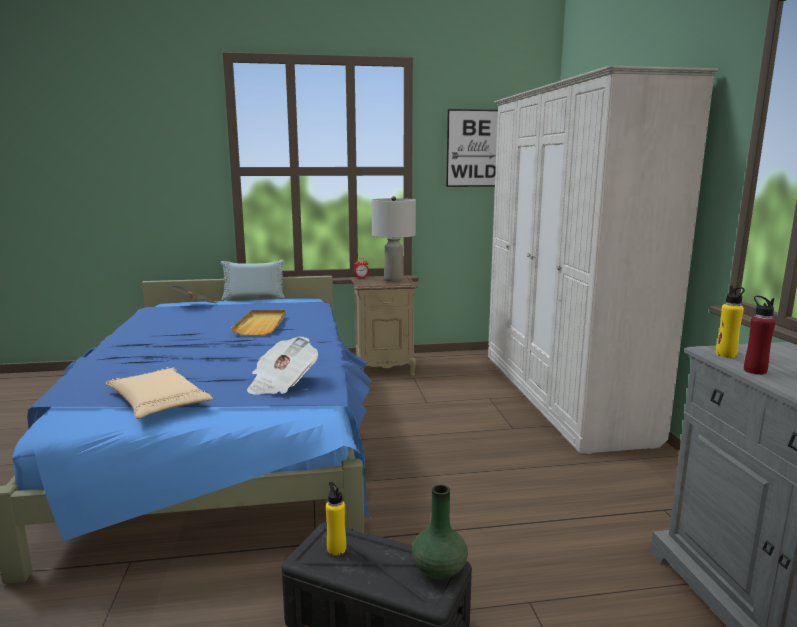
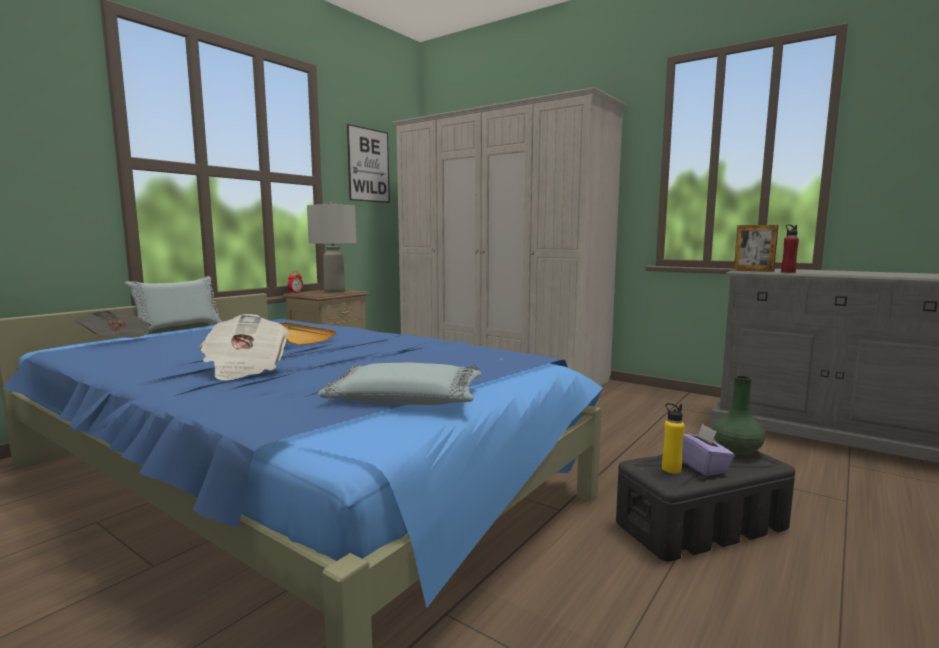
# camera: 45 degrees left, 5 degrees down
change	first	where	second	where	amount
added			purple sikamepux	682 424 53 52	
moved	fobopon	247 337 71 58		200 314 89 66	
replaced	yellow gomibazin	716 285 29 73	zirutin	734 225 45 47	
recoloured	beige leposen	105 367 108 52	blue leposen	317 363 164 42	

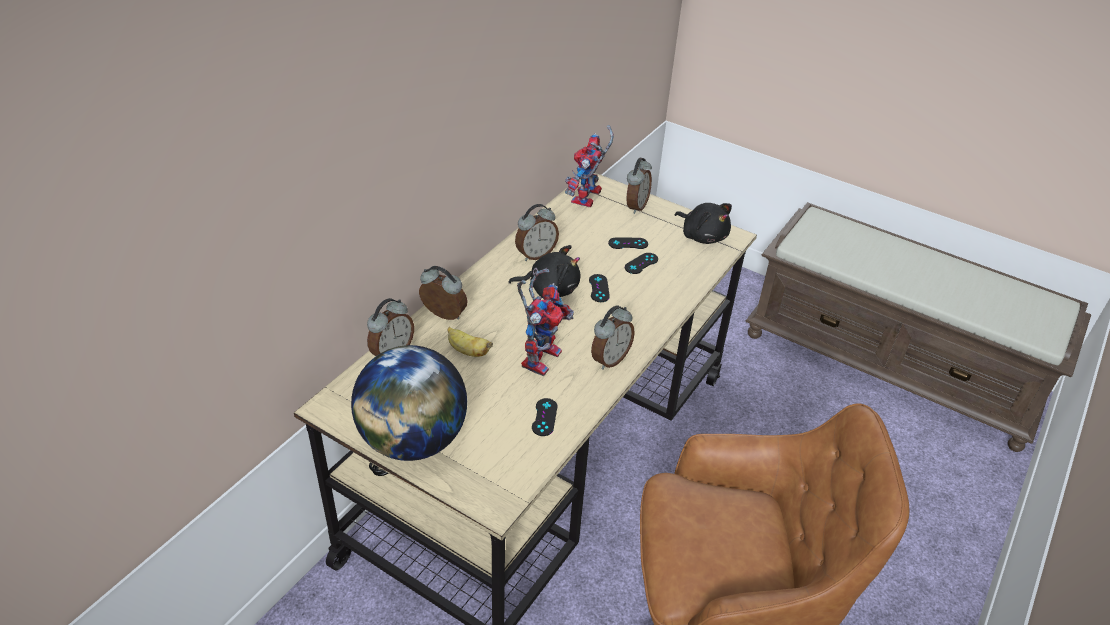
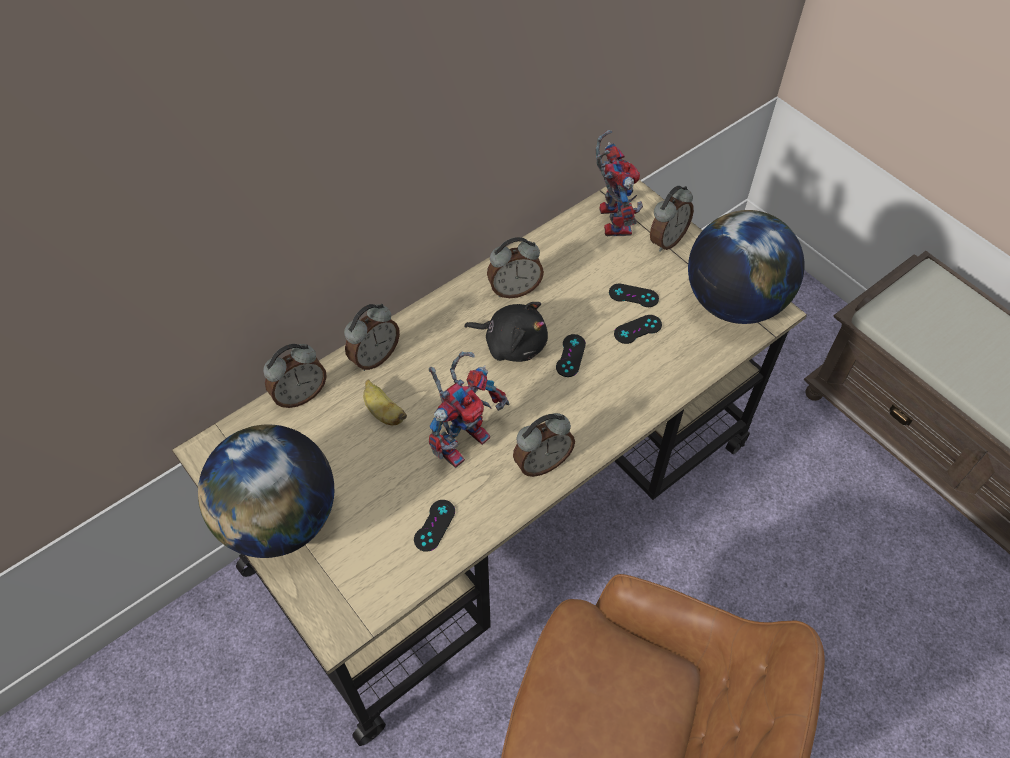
# camera: 20 degrees right, 15 degrees up
change	first	where	second	where	amount
replaced	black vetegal	675 203 57 41	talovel	688 210 116 114	
turned	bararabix	419 266 49 54		344 304 56 67	90 degrees clockwise
turned	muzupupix	565 126 49 81		596 130 47 106	135 degrees clockwise

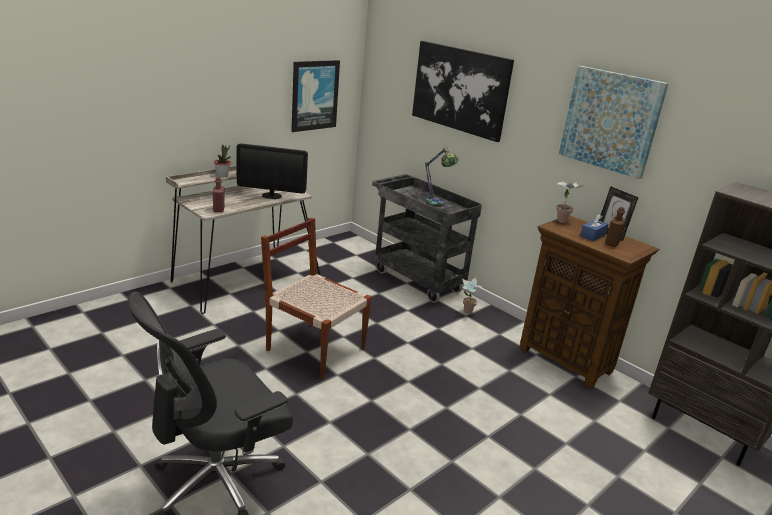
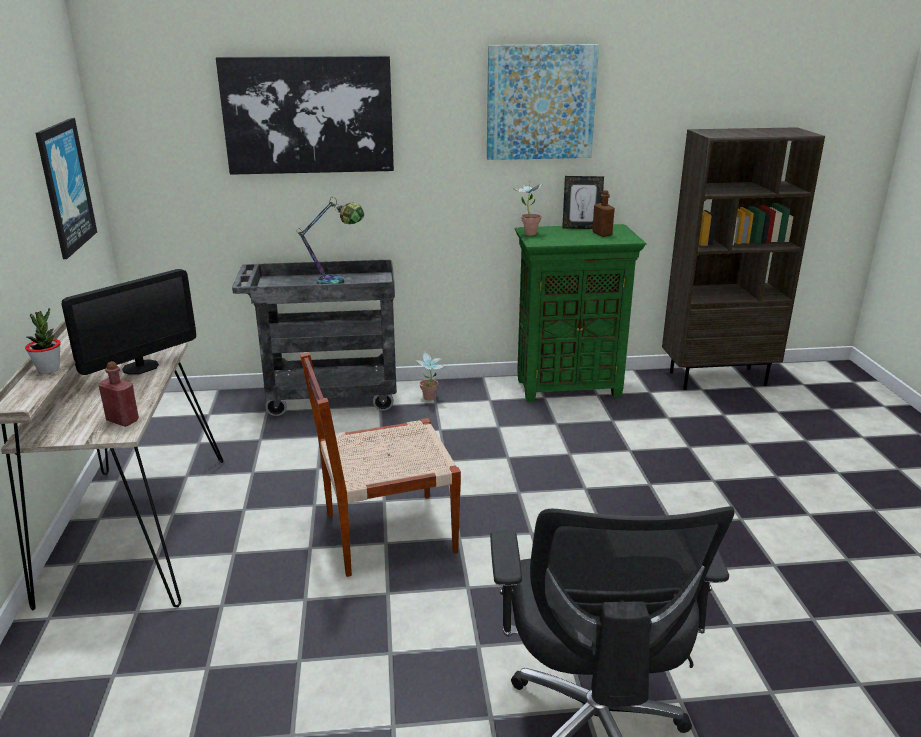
# camera: 50 degrees left, 0 degrees up
change	first	where	second	where	amount
removed	blue sikamepux	580 214 29 27			
recoloured	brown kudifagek	520 216 139 173	green kudifagek	514 224 133 178	

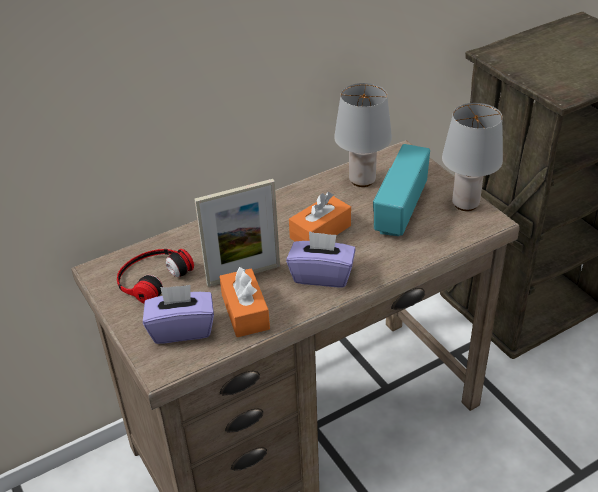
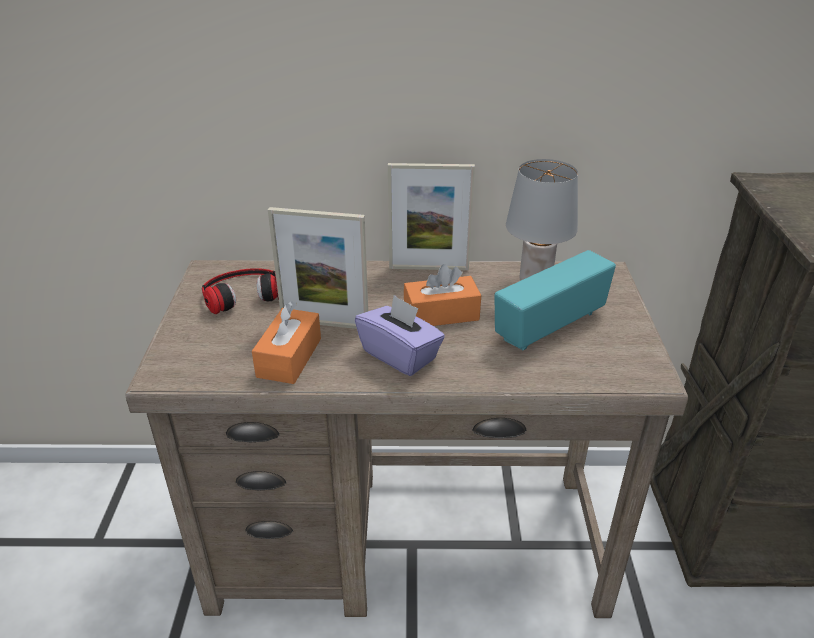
# camera: 30 degrees right, 5 degrees down
change	first	where	second	where	amount
removed	purple sikamepux	143 285 71 59			
removed	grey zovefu	442 103 61 108			
added			zirutin	388 163 87 107	

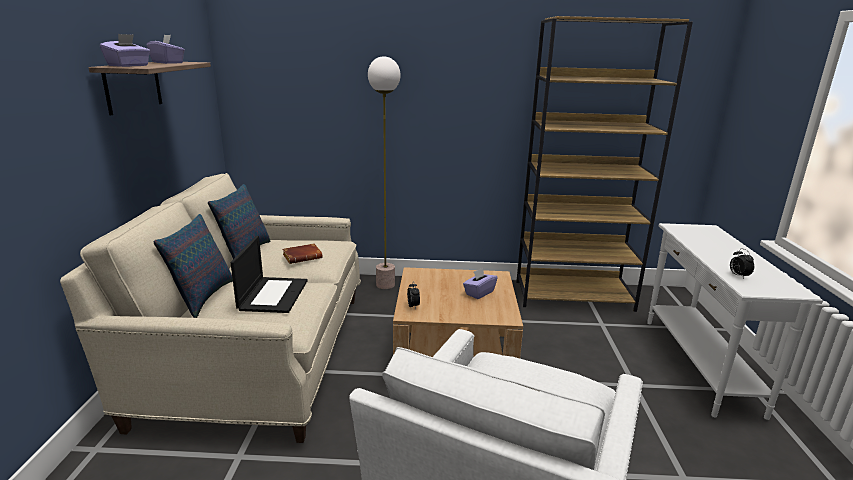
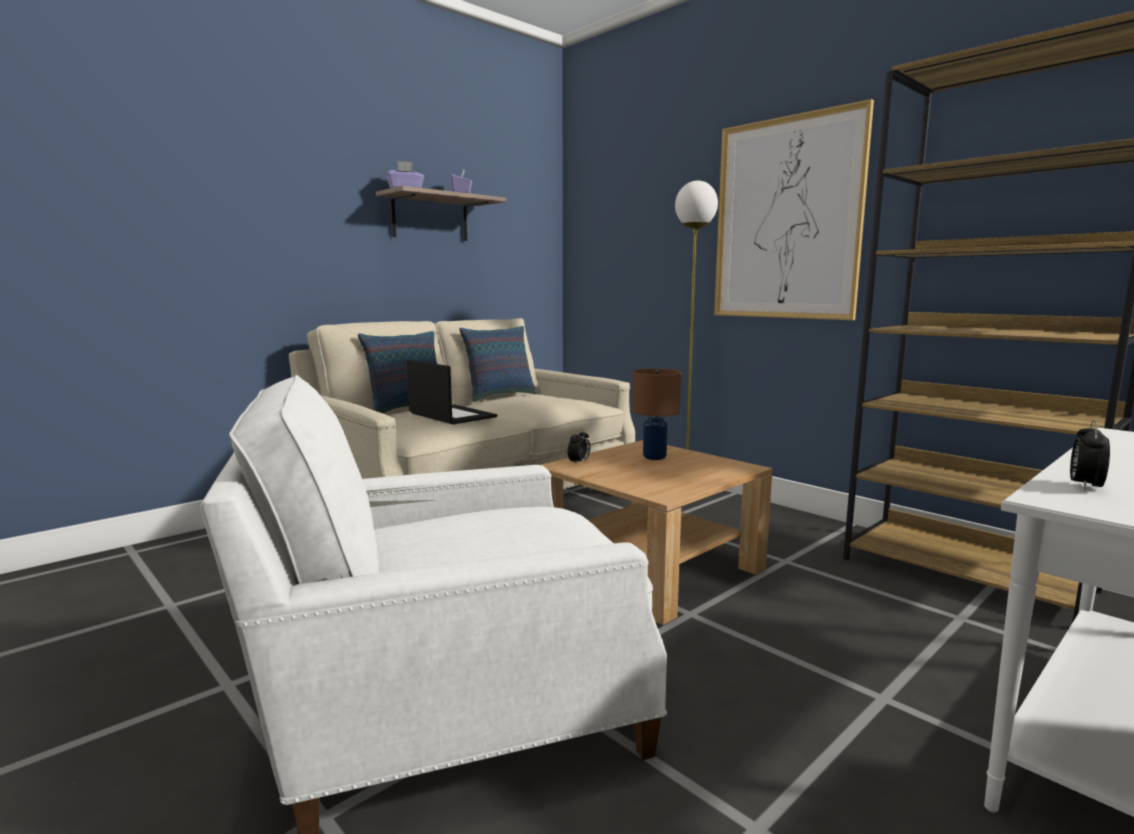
# camera: 45 degrees right, 10 degrees down
change	first	where	second	where	amount
removed	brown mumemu	283 244 39 20			
removed	purple sikamepux	463 268 35 31			
added			brown zovefu	632 369 49 91	
added			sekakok	714 99 160 221	
turned	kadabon	231 236 77 77		407 360 90 65	90 degrees counterclockwise

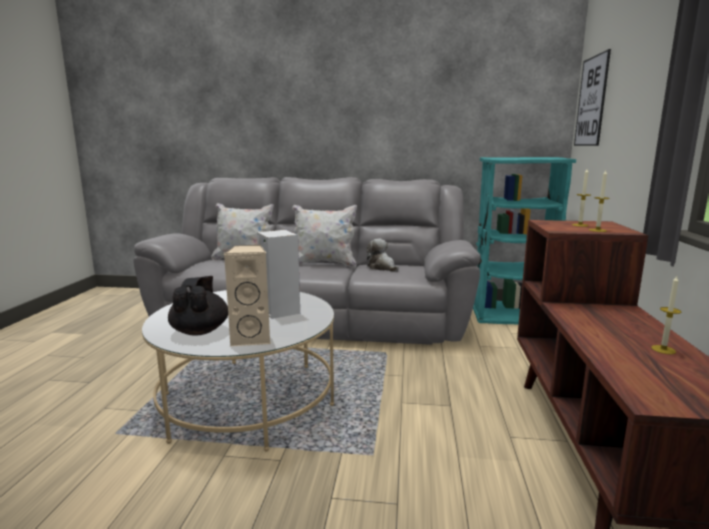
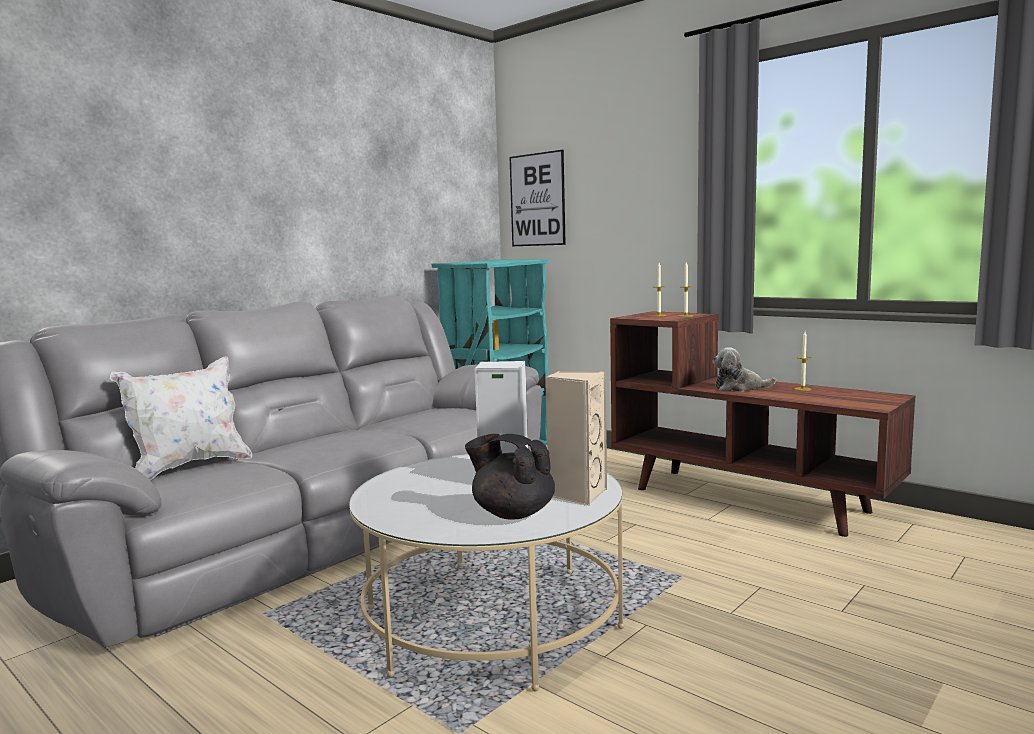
# camera: 55 degrees left, 5 degrees down
change	first	where	second	where	amount
removed	white leposen	292 205 65 62			
moved	vetegal	367 239 32 33		712 347 64 44	

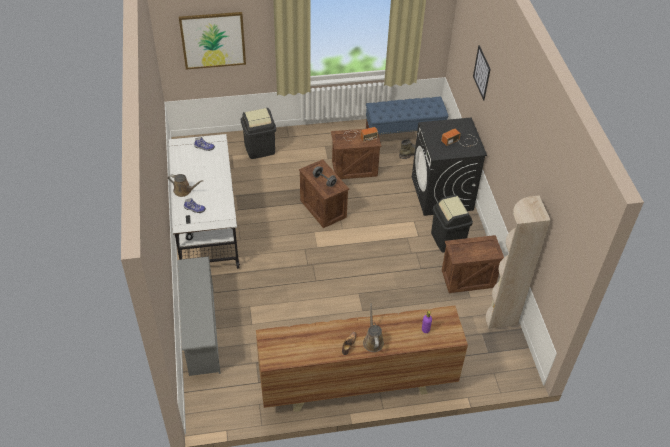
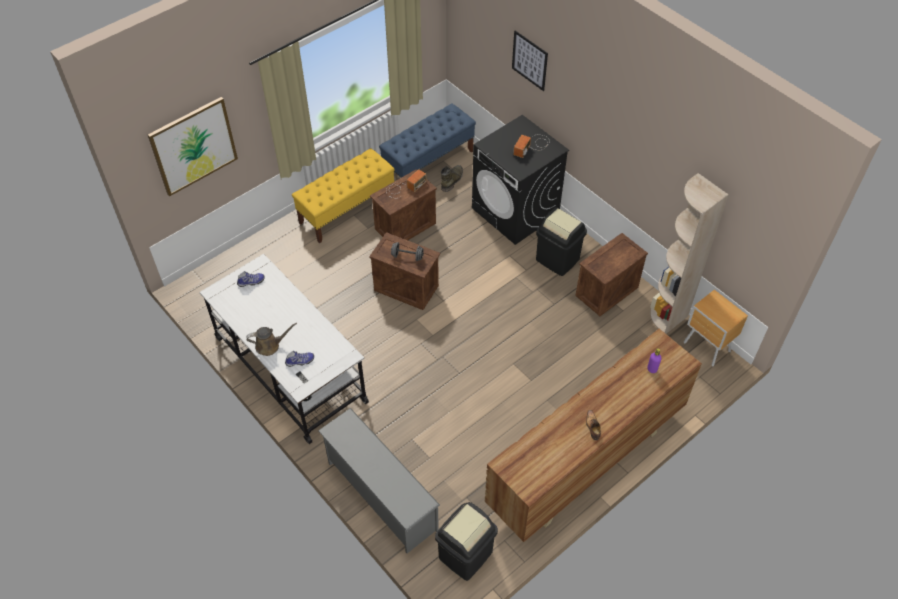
# camera: 30 degrees left, 5 degrees up
change	first	where	second	where	amount
removed	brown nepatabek	363 303 21 49			
added			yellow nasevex	292 148 103 95	
added			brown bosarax	684 290 64 76	
moved	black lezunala	241 108 35 51		435 502 63 79	

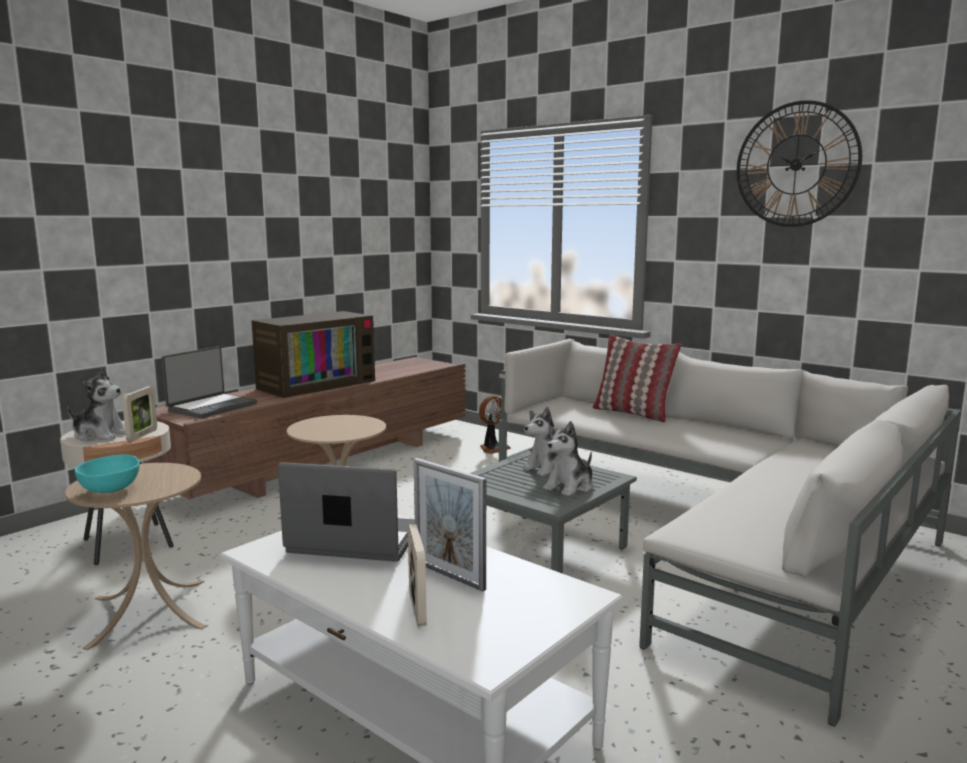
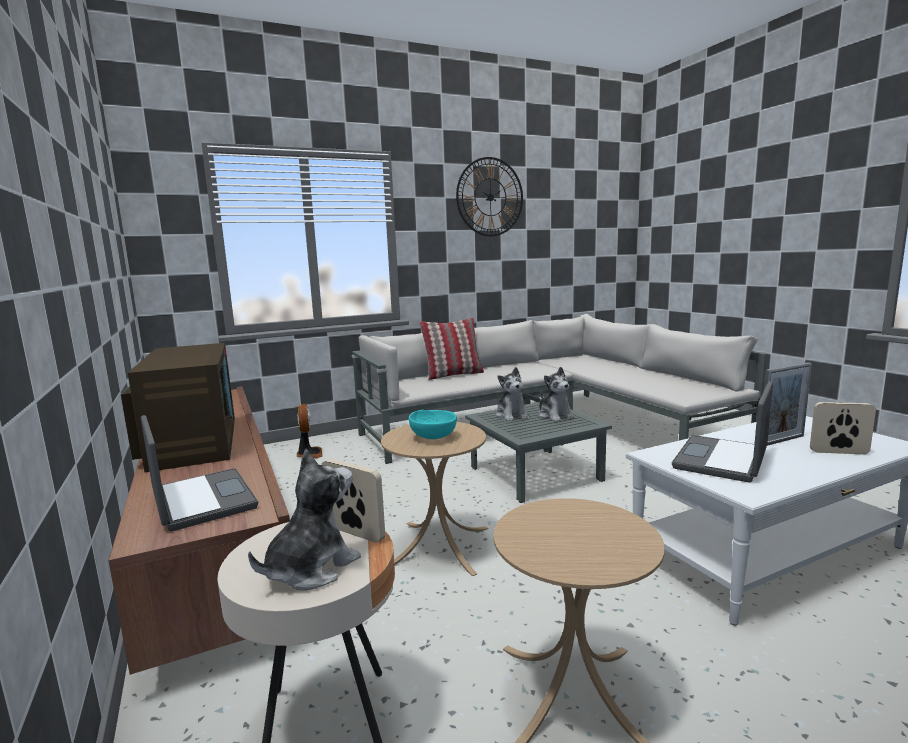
# camera: 65 degrees left, 0 degrees up
change	first	where	second	where	amount
moved	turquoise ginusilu	75 455 65 38		409 410 48 29	

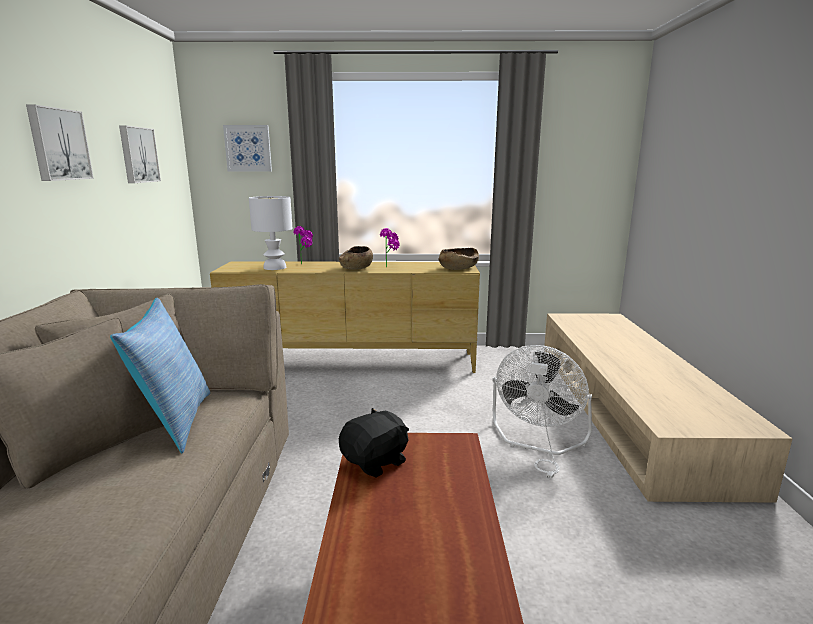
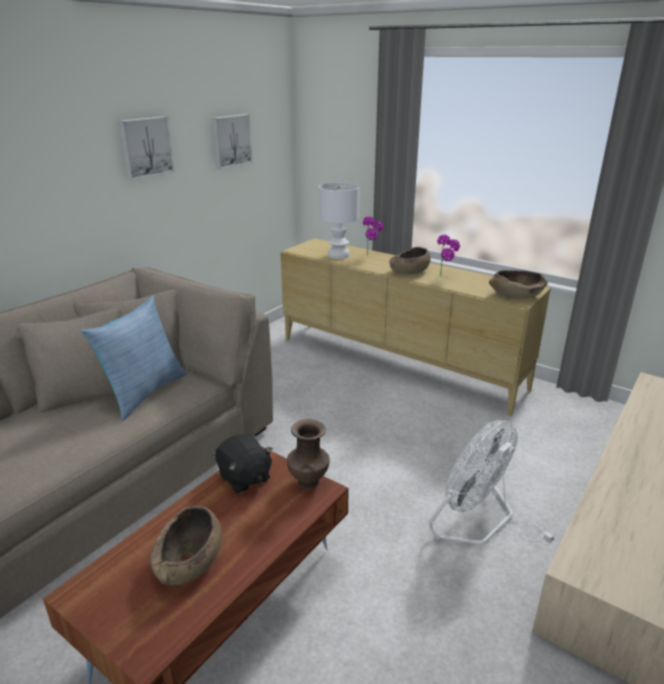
# camera: 35 degrees right, 10 degrees up
change	first	where	second	where	amount
removed	sekakok	223 125 49 46			
added			brown ginusilu	150 506 72 79	
added			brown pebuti	287 419 43 70	
turned	black vetegal	339 408 70 69		215 434 58 60	60 degrees clockwise
turned	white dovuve	493 345 99 134		429 420 125 125	105 degrees counterclockwise

